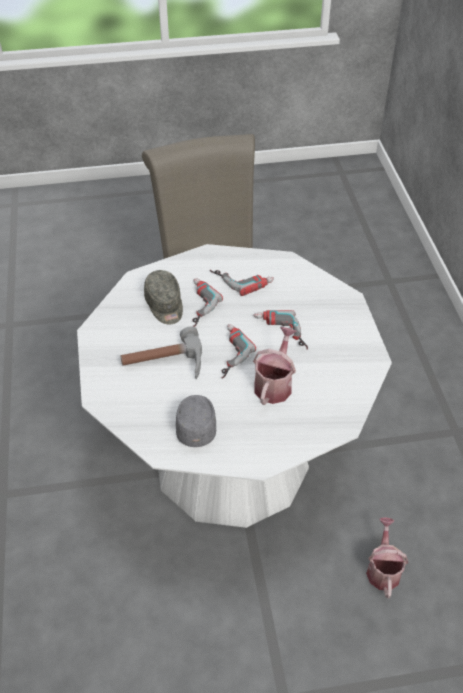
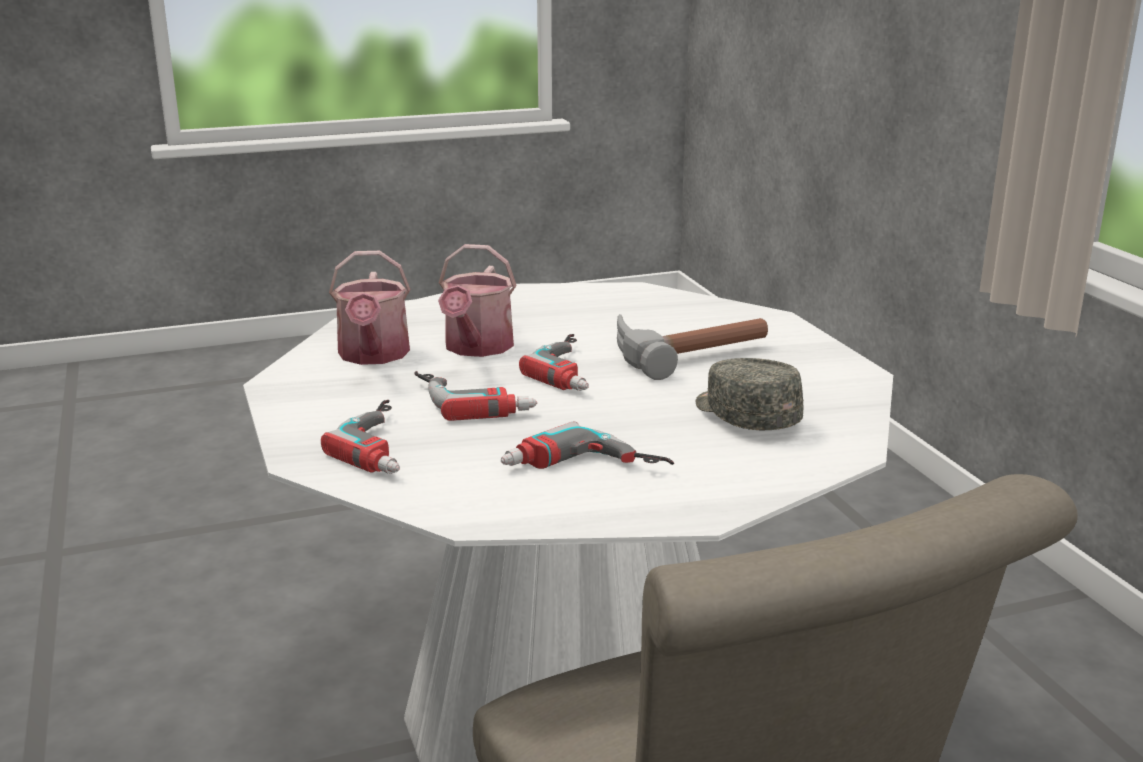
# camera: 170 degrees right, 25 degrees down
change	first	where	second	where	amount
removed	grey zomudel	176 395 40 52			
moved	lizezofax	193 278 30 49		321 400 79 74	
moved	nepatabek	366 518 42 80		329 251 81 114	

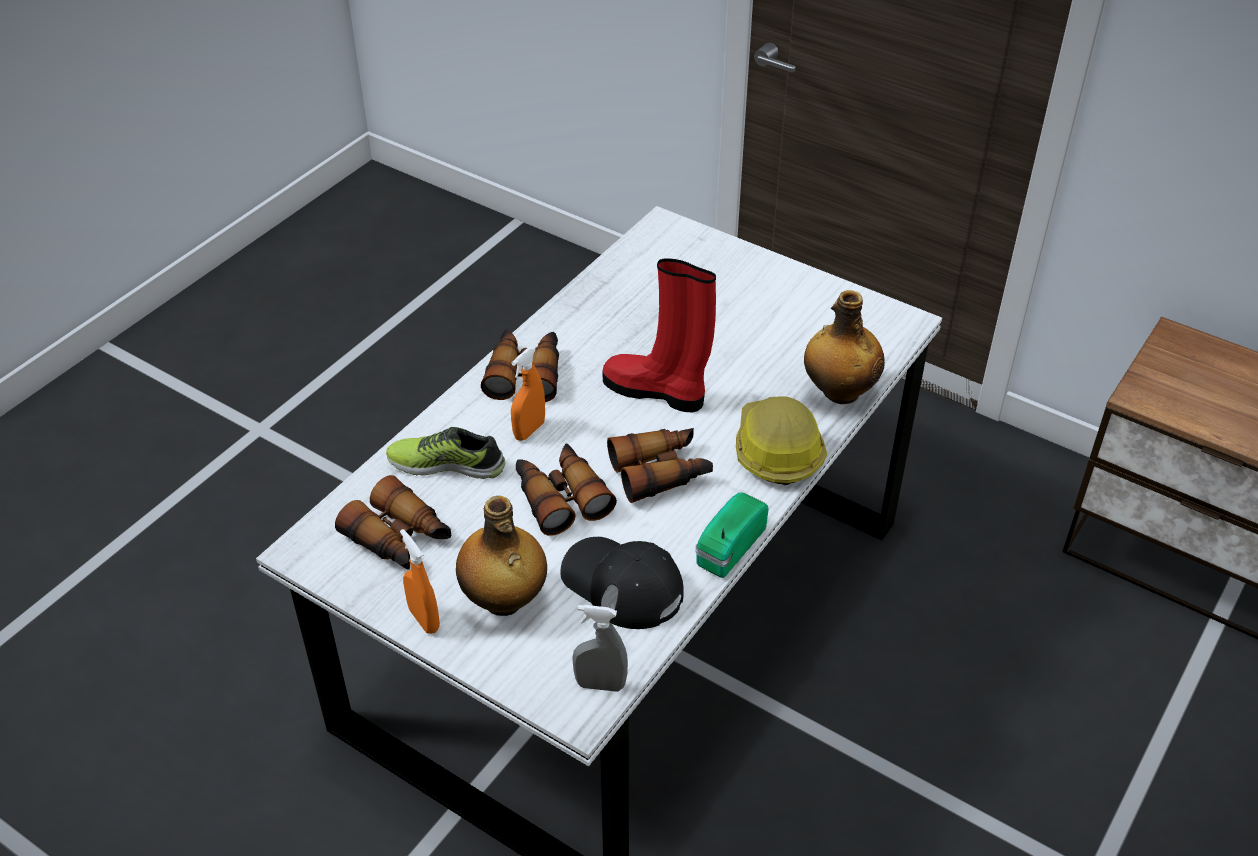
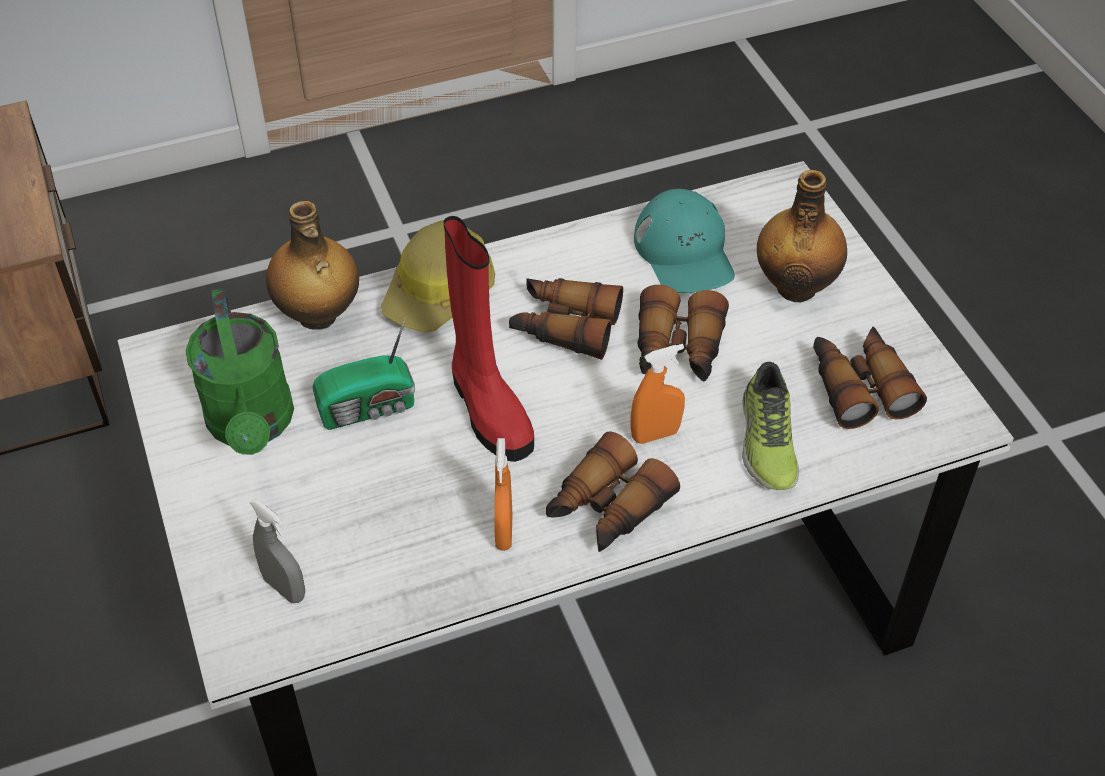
# camera: 145 degrees left, 5 degrees up
change	first	where	second	where	amount
added			green nepatabek	186 288 108 167	
moved	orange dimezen	400 529 40 105		494 438 18 113	
moved	grey dimezen	572 605 56 87		249 498 56 105	
moved	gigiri	695 493 74 85		312 317 103 113	
recoloured	black zomudel	560 537 124 92	turquoise zomudel	634 189 101 104	
turned	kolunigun	386 427 119 52		742 362 57 128	45 degrees clockwise

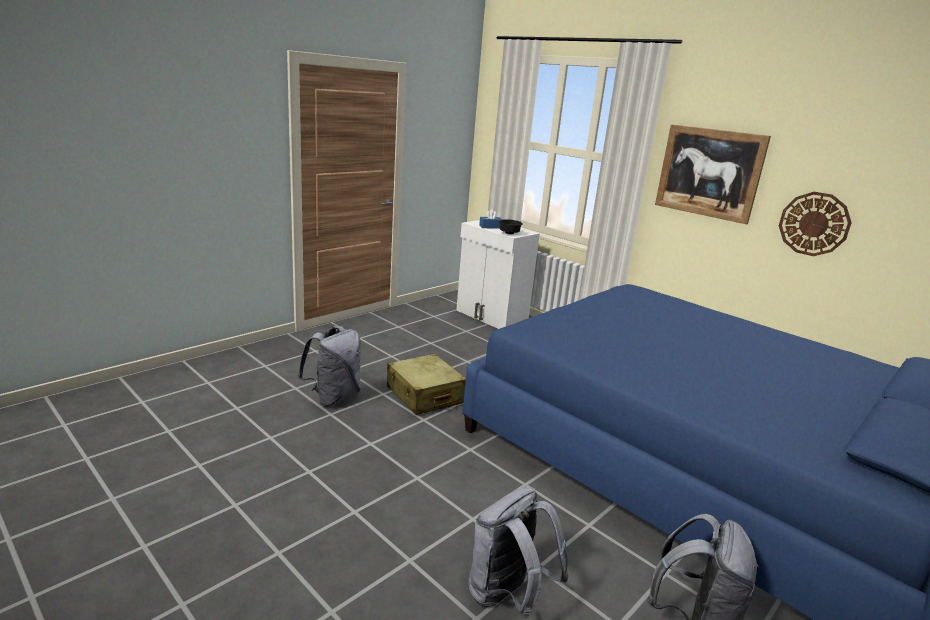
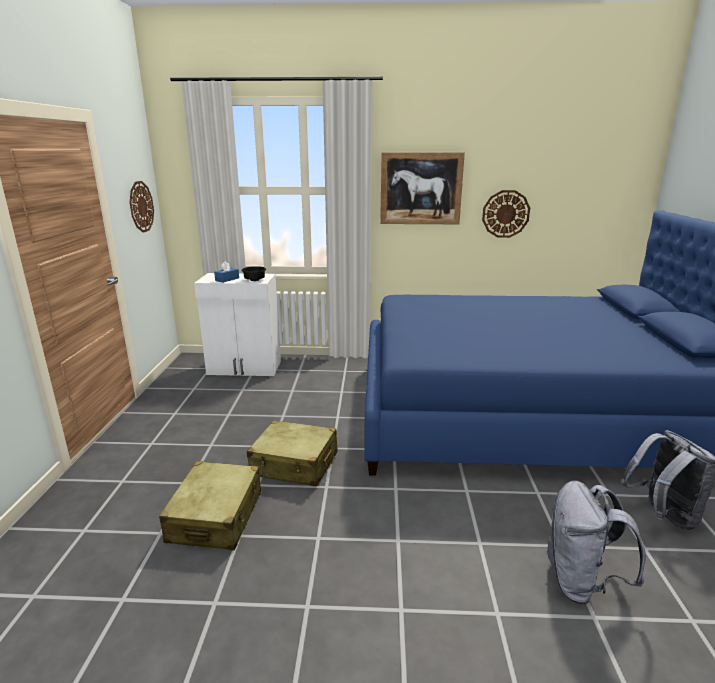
# camera: 40 degrees left, 0 degrees up
change	first	where	second	where	amount
added			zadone	130 181 24 52	
replaced	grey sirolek	298 326 63 80	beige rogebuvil	159 461 102 89	

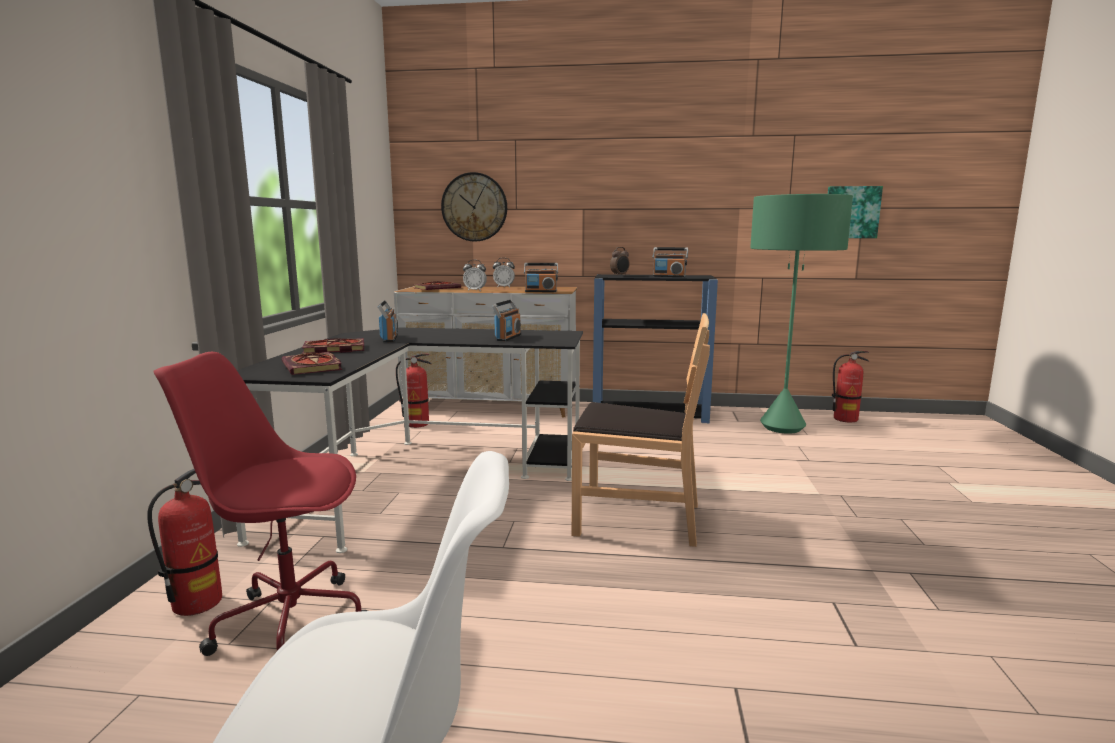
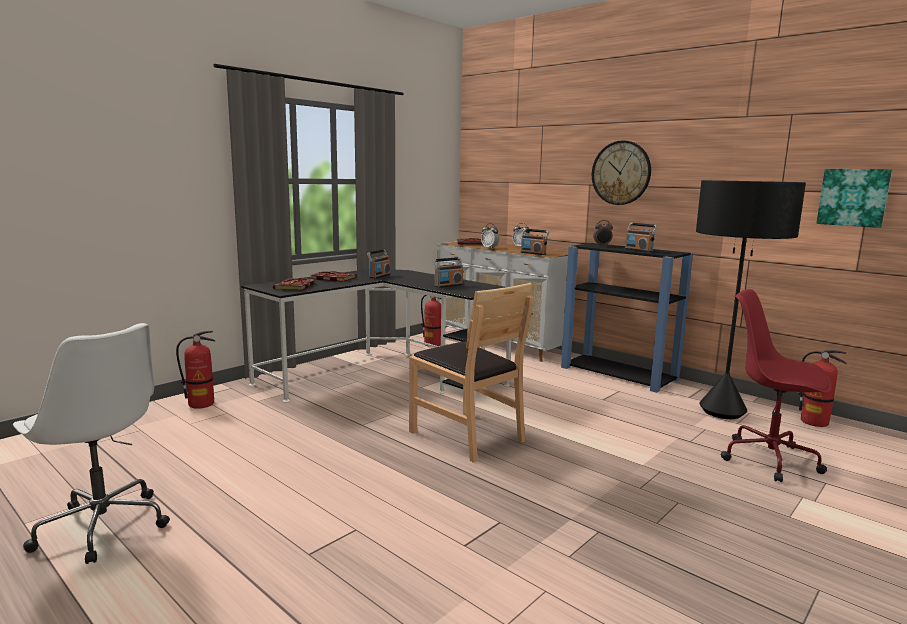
# camera: 35 degrees right, 0 degrees up
change	first	where	second	where	amount
moved	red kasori	153 352 215 304		720 289 112 193	
moved	zadone	441 172 66 70		592 140 59 65	
recoloured	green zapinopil	750 194 103 240	black zapinopil	696 180 110 239	

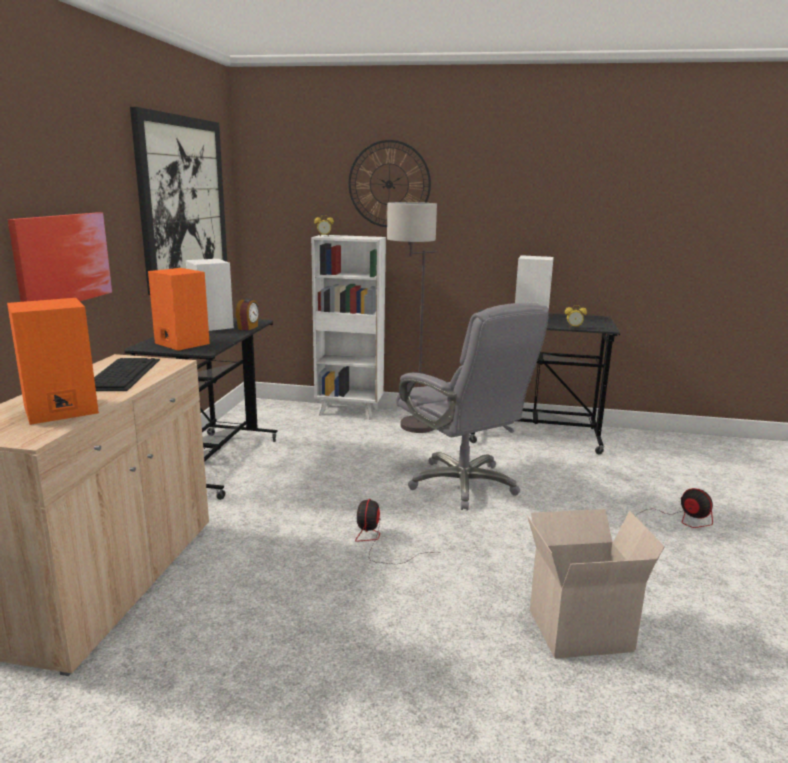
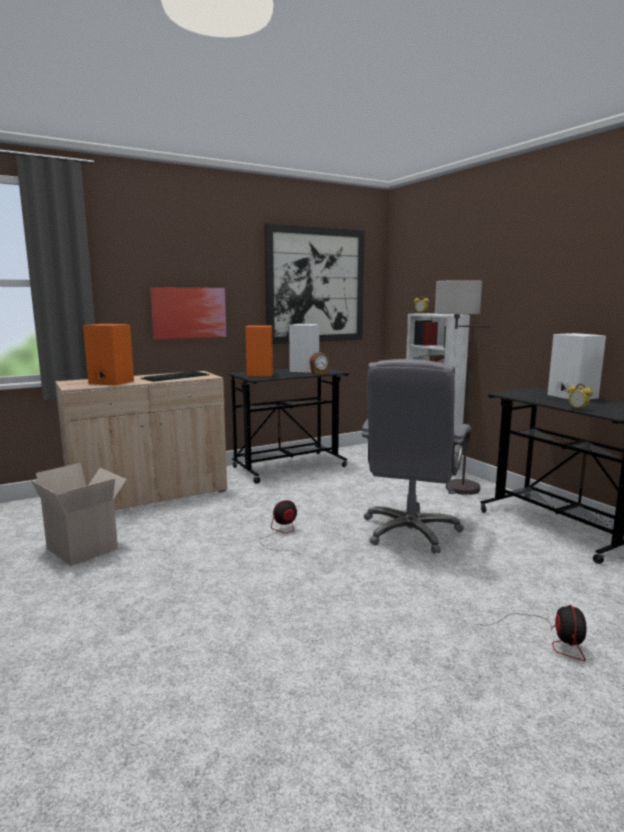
# camera: 50 degrees right, 5 degrees down
change	first	where	second	where	amount
removed	zadone	349 140 82 87			
moved	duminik	527 509 138 150		31 463 96 103	

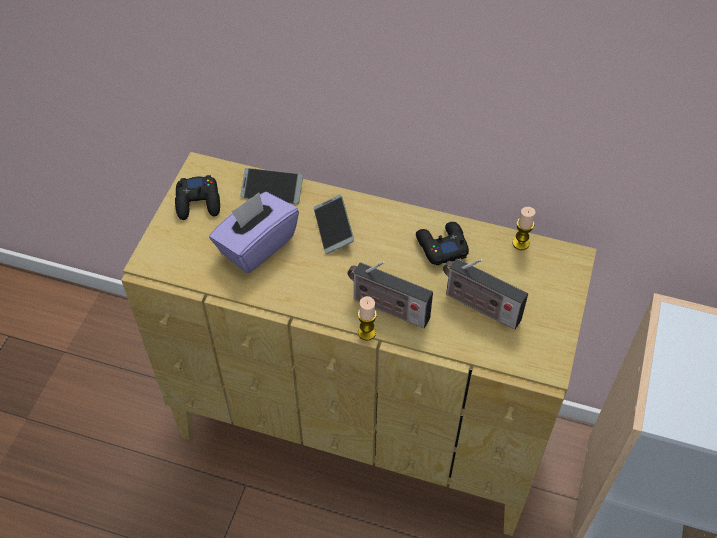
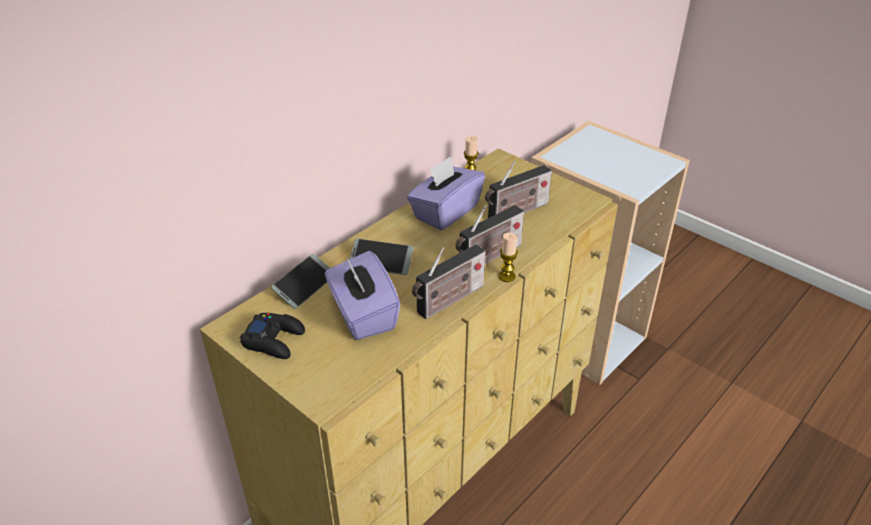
# camera: 65 degrees left, 15 degrees down
change	first	where	second	where	amount
added			gigiri	412 244 73 75	
replaced	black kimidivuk	416 222 53 44	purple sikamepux	407 156 78 74	

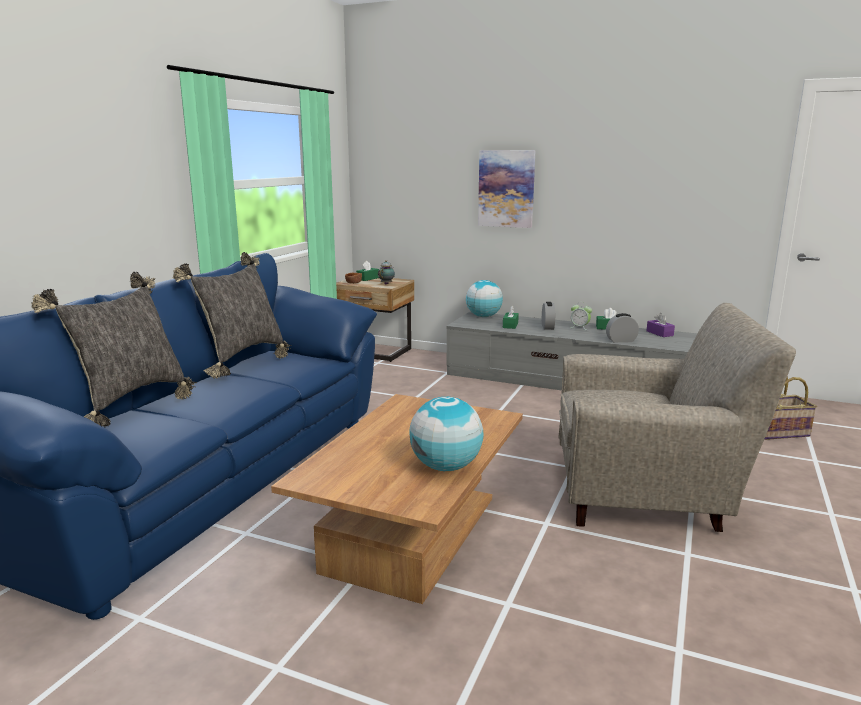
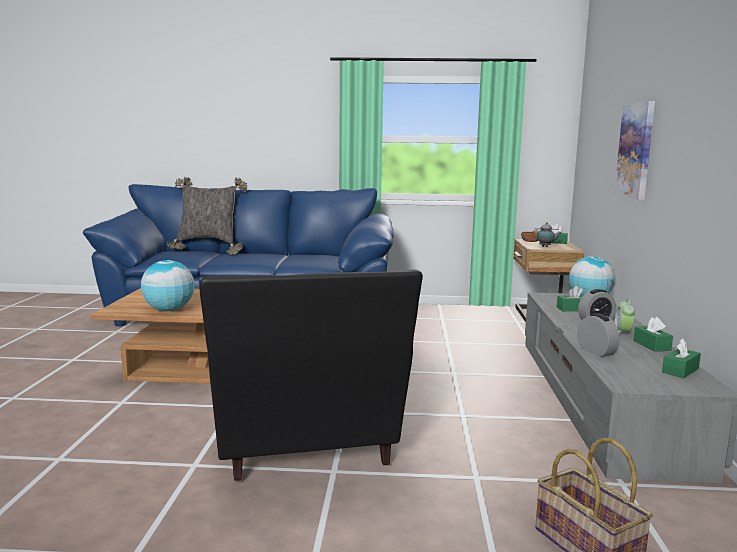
# camera: 70 degrees right, 5 degrees down
change	first	where	second	where	amount
removed	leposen	173 252 118 127			
recoloured	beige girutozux	558 303 238 229	black girutozux	200 269 223 212	
recoloured	purple sikamepux	646 313 29 24	green sikamepux	662 338 39 40	

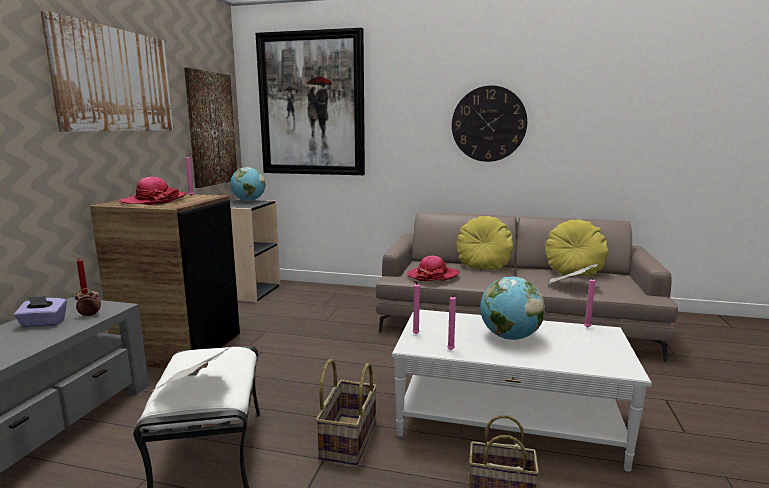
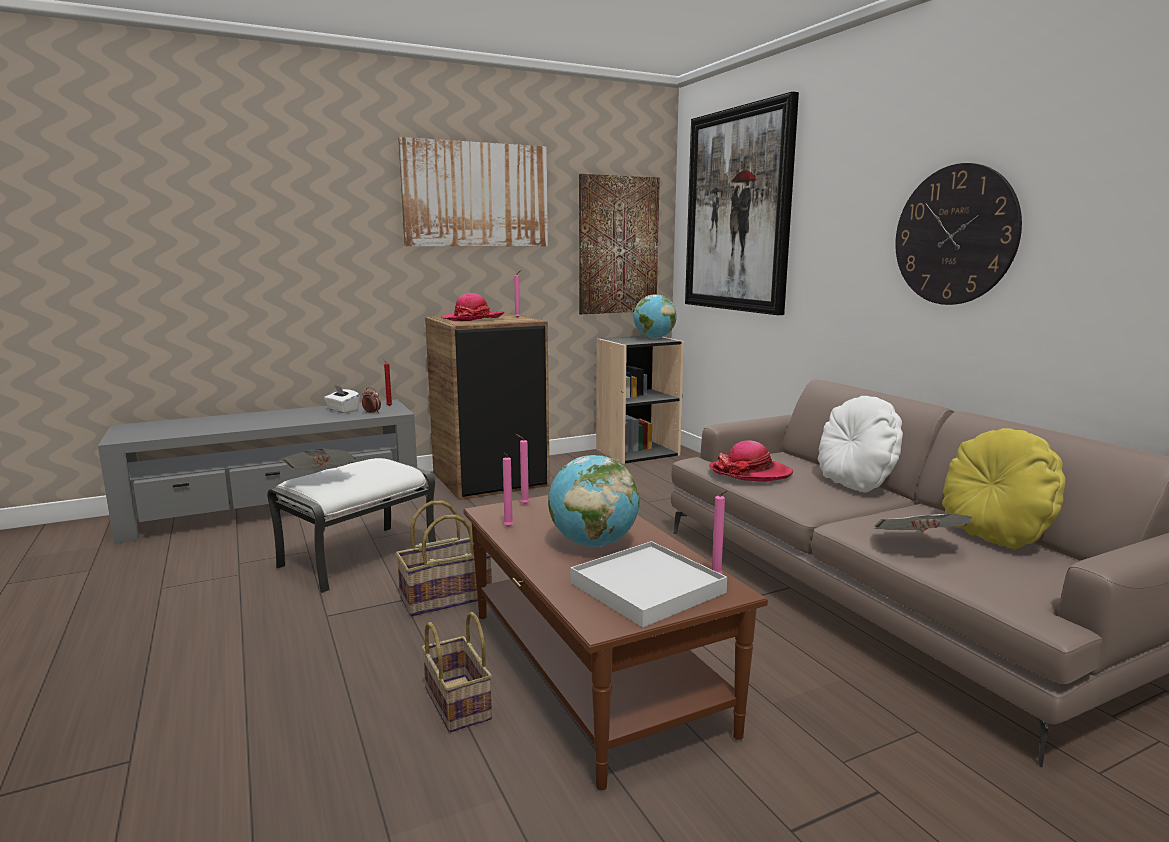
# camera: 50 degrees right, 0 degrees up
change	first	where	second	where	amount
added			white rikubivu	570 541 157 86	
recoloured	purple sikamepux	14 296 53 31	white sikamepux	324 385 36 28	
recoloured	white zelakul	392 310 260 162	brown zelakul	463 495 305 296	
recoloured	yellow leposen	457 216 57 54	white leposen	818 396 85 97	

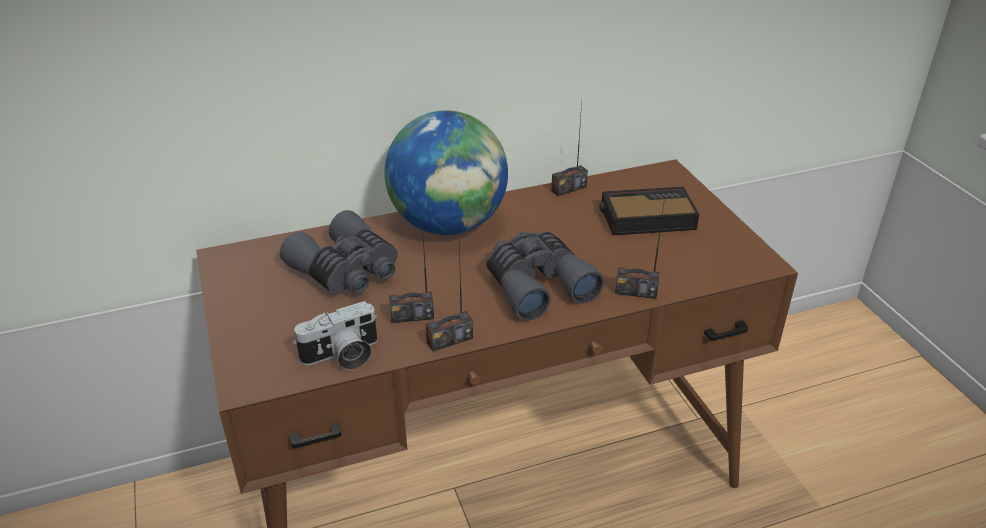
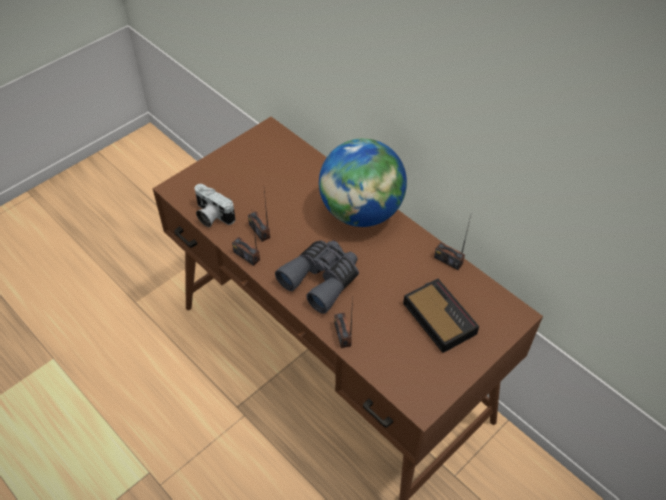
# camera: 65 degrees right, 15 degrees up
change	first	where	second	where	amount
removed	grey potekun	280 210 118 84			

